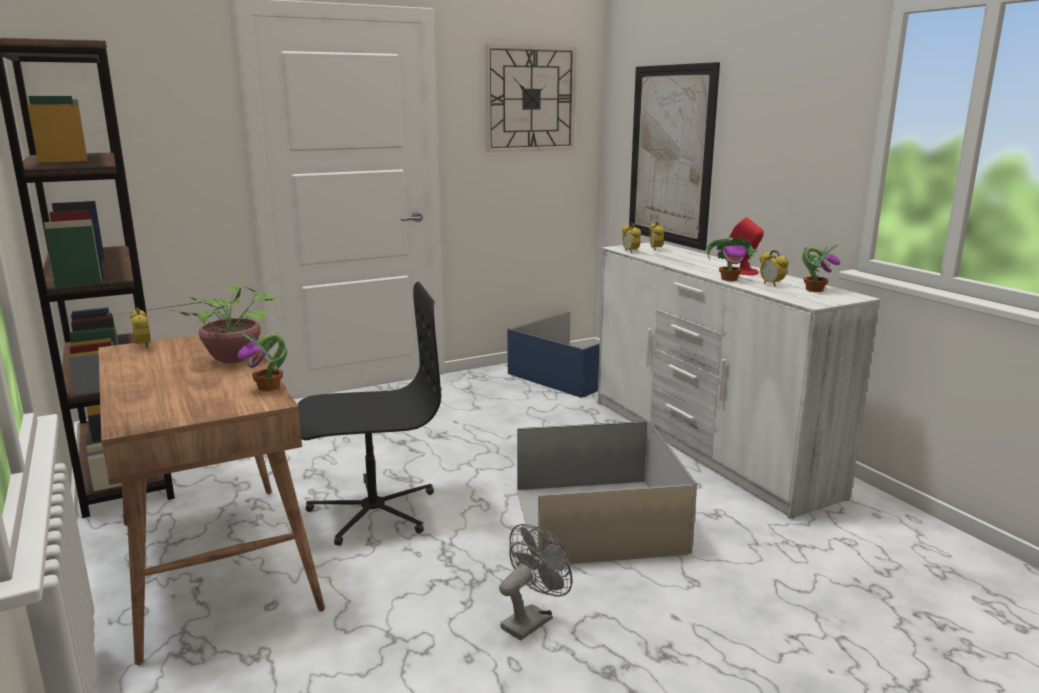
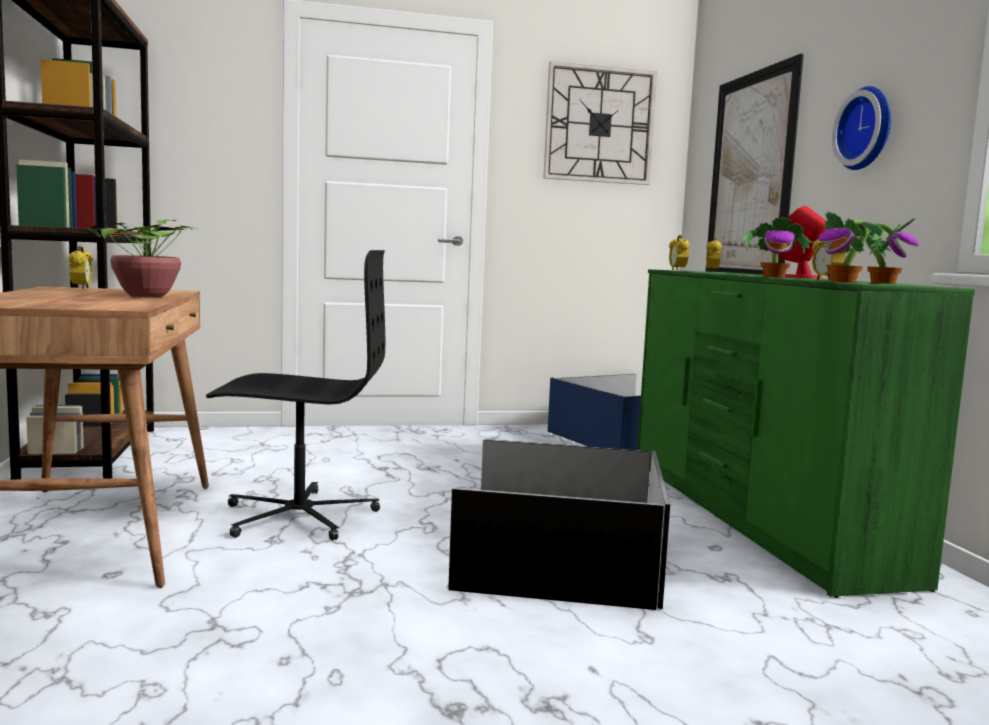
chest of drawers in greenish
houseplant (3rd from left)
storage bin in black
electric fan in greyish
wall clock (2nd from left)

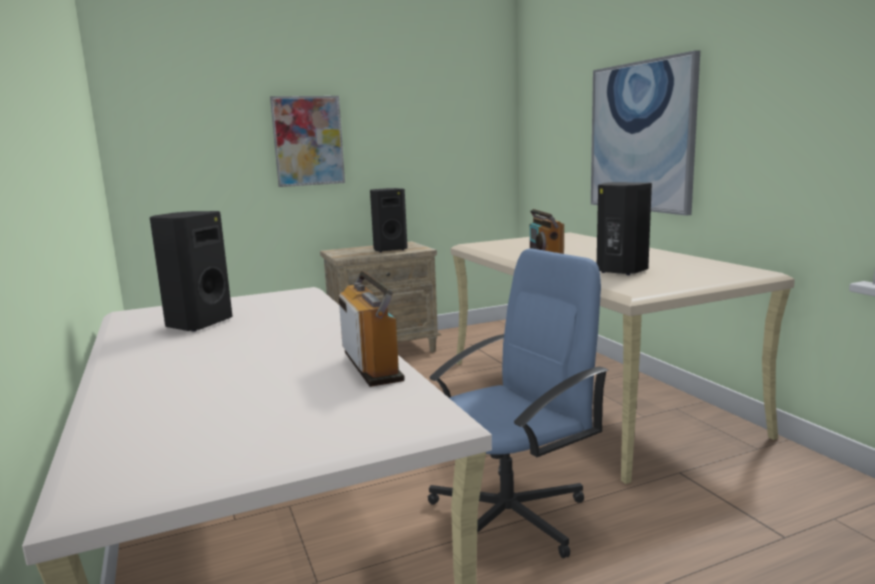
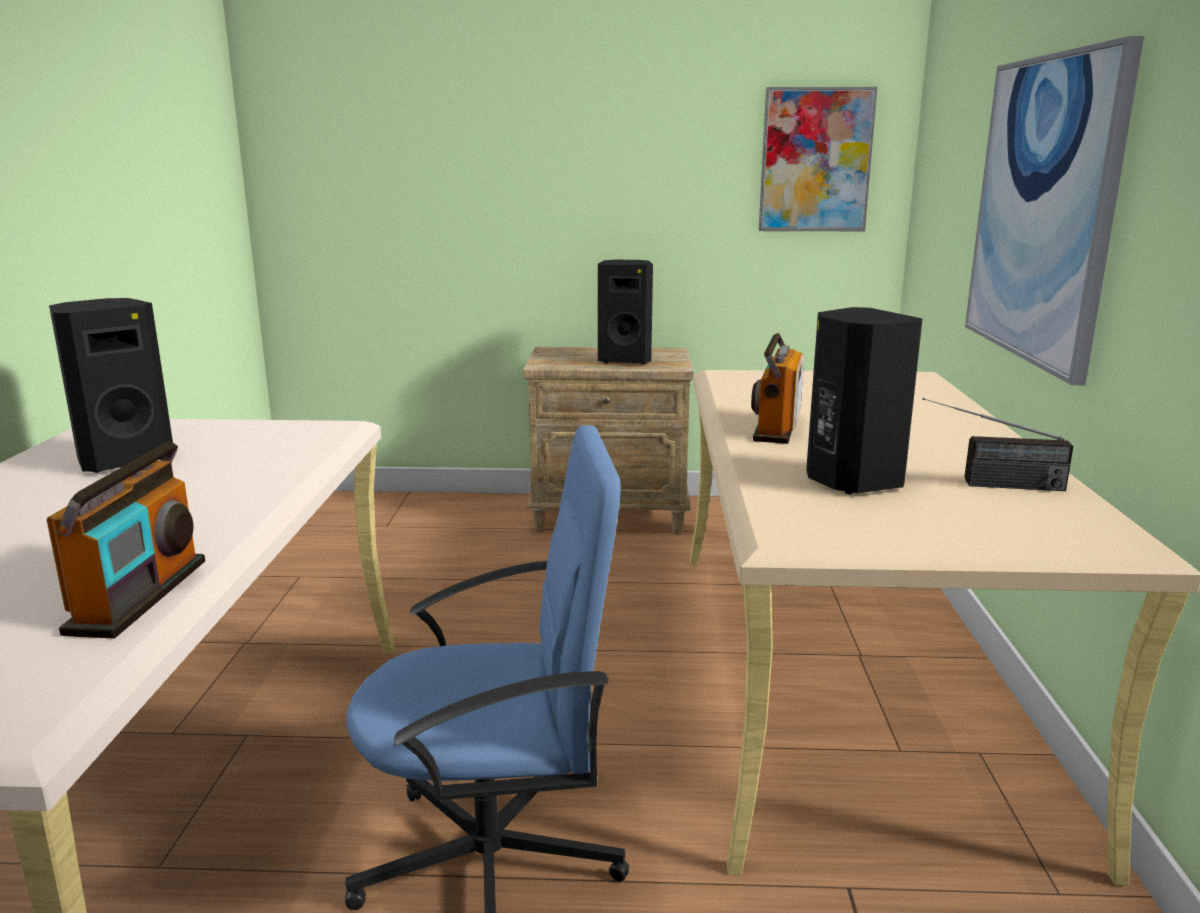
wall picture (1st from left)
radio receiver (3rd from left)

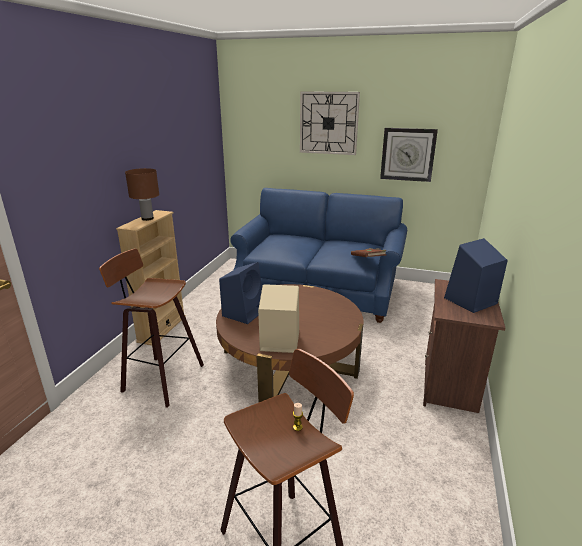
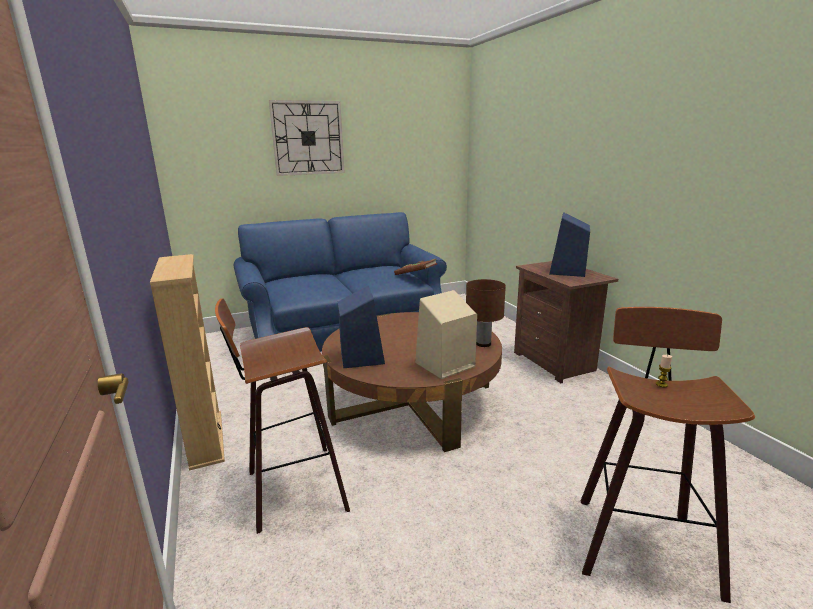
wall clock (2nd from left in the first image)
tabletop lamp in brown

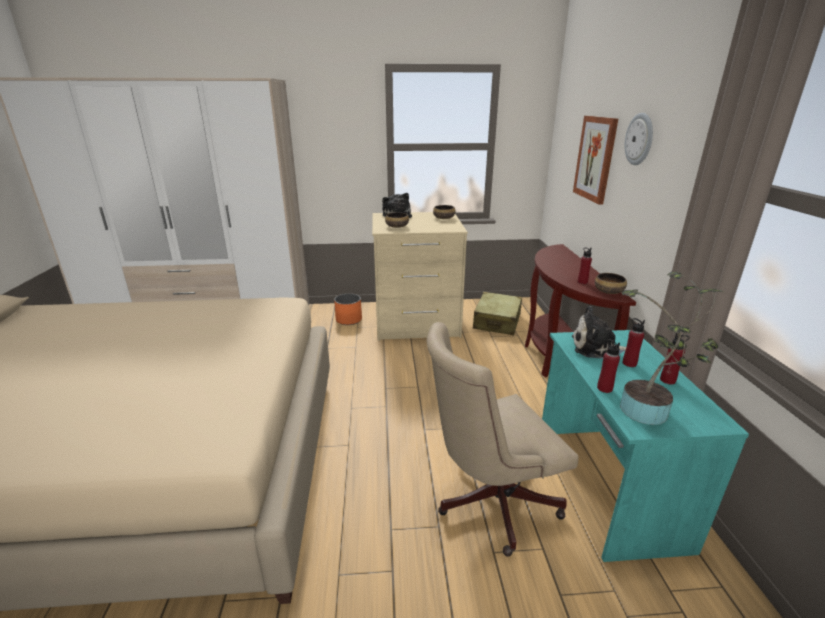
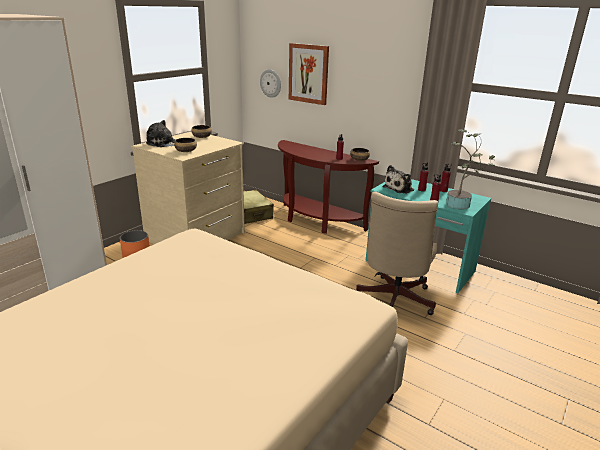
wall clock

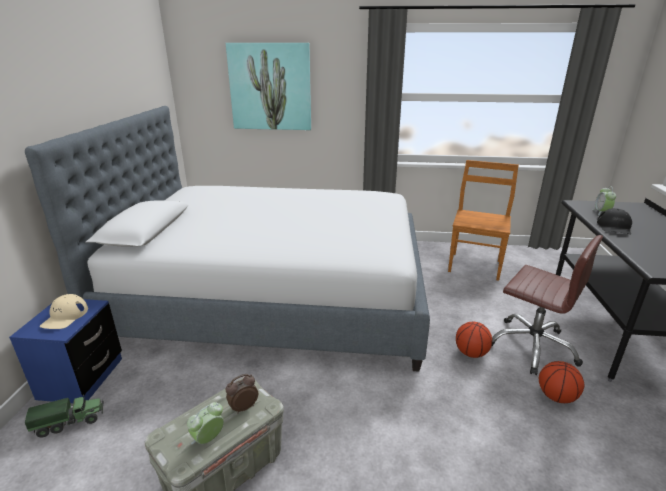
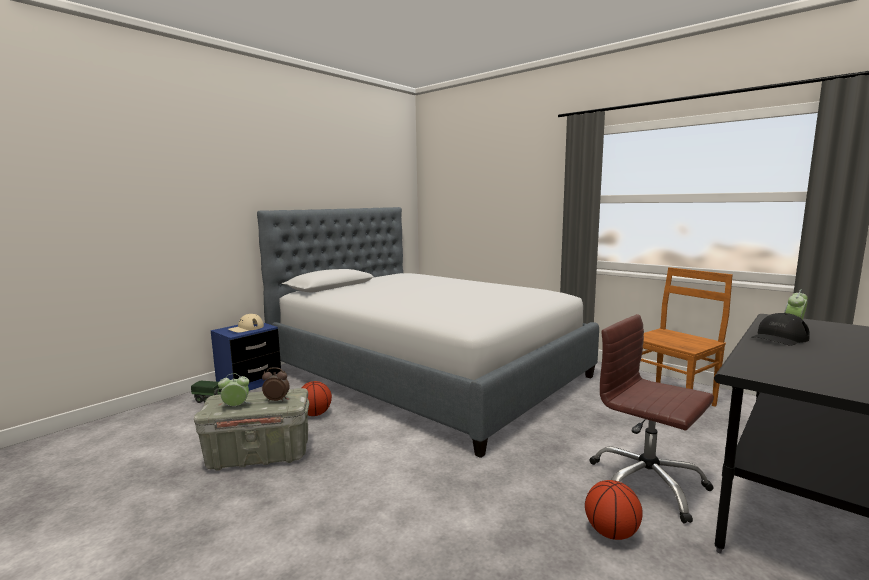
wall picture
office chair in brown
ball for basketball (1st from left)

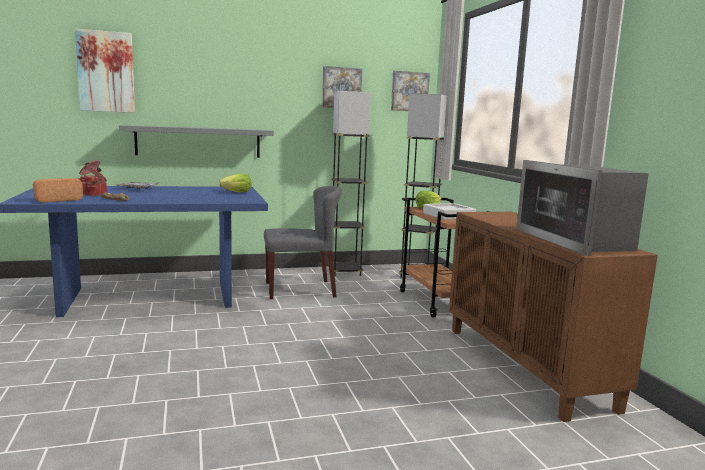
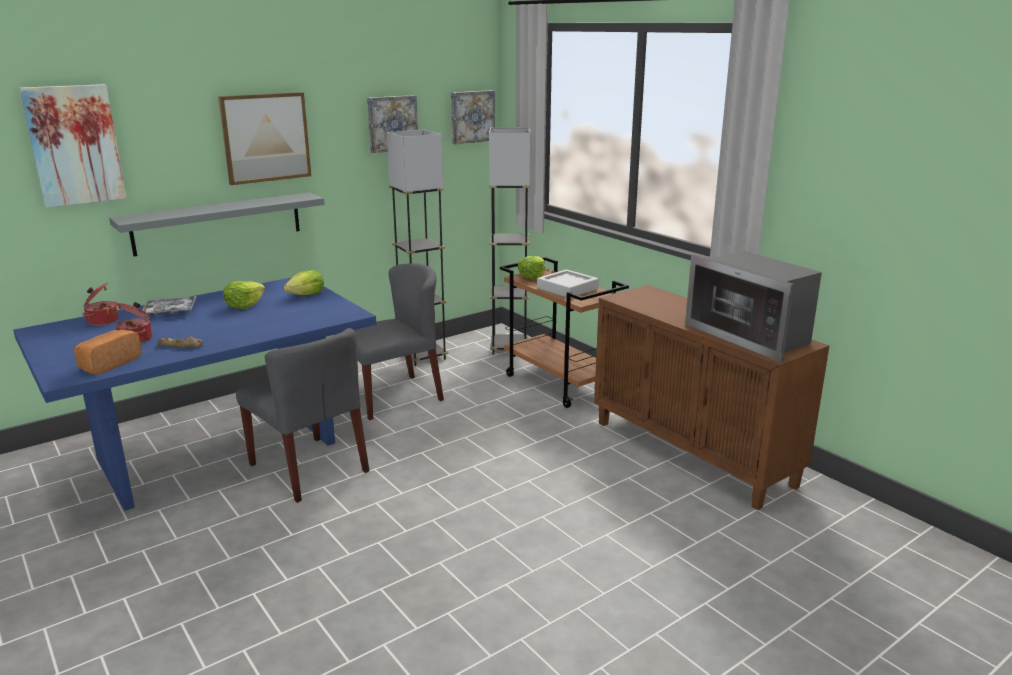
wall picture (2nd from left)
lettuce head (1st from left)
upright chair in greyish (1st from left)

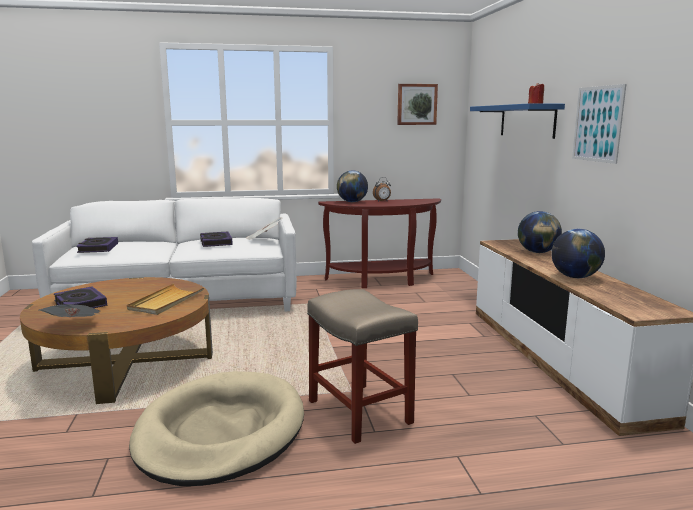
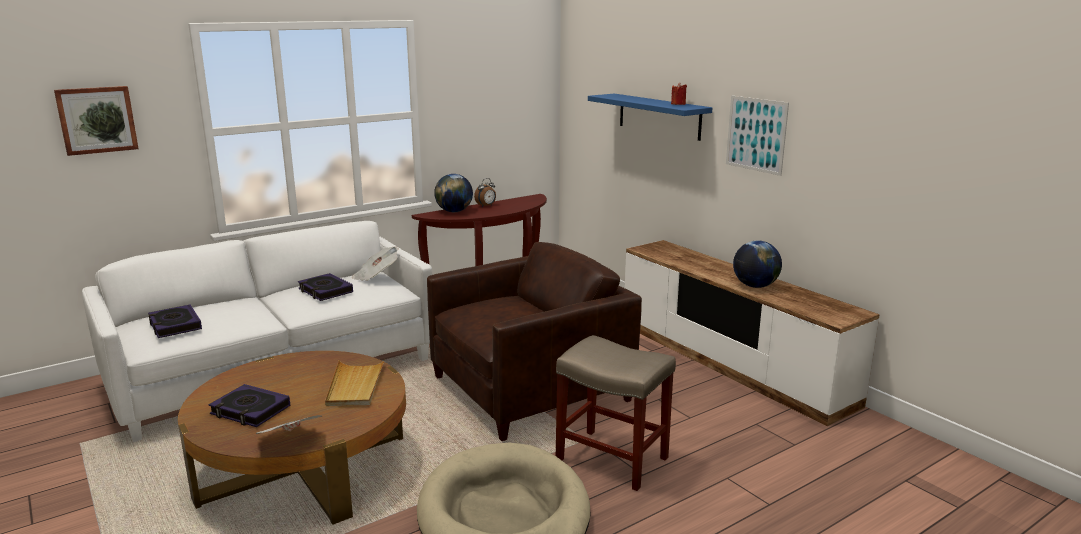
wall picture (1st from left)
desk globe (2nd from left in the first image)
armchair in brown

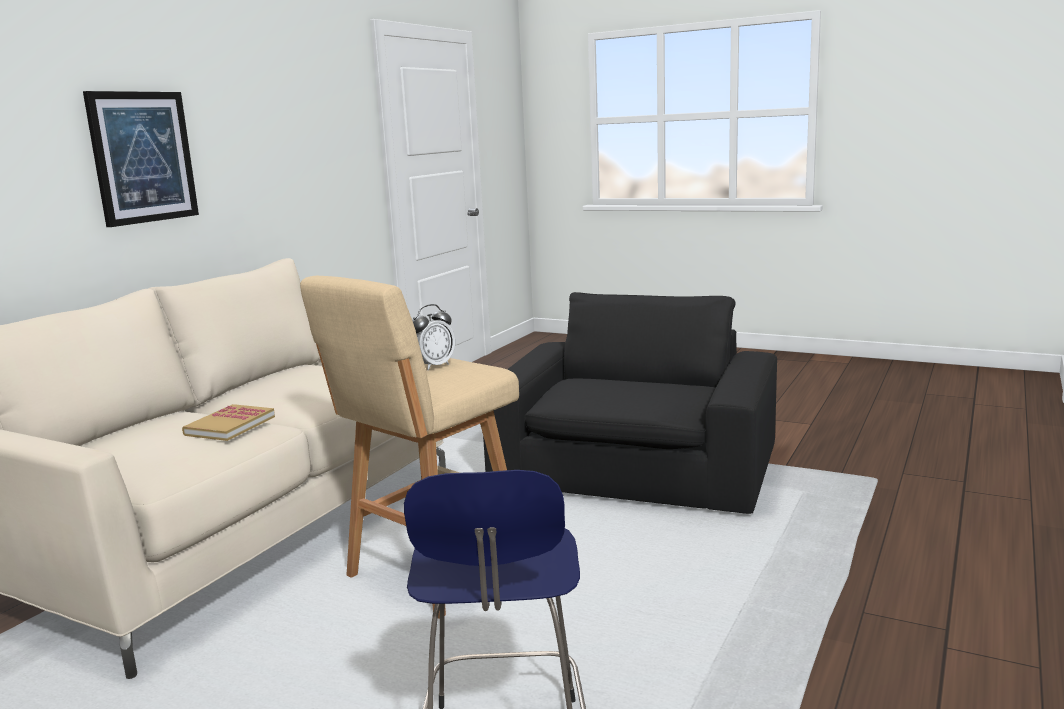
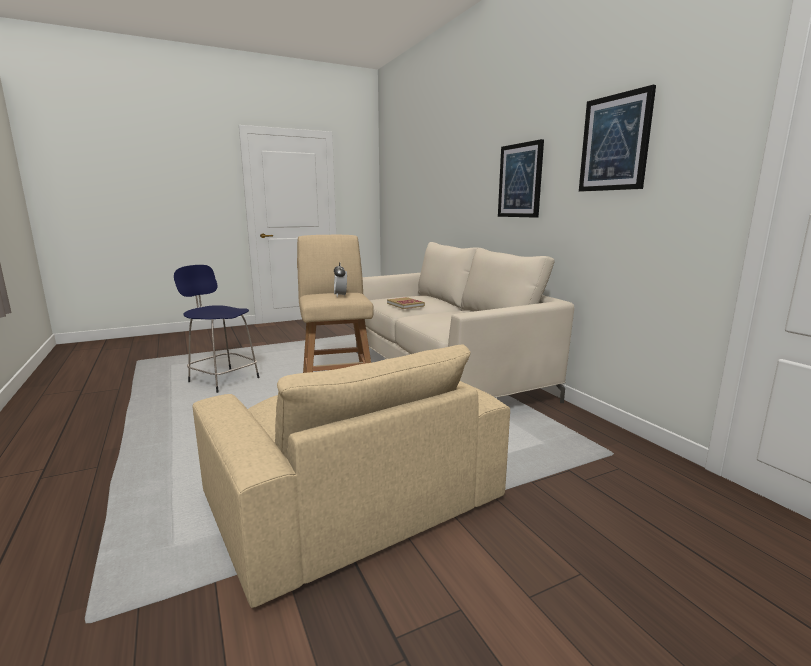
armchair in sand-coloured
wall picture (2nd from left)

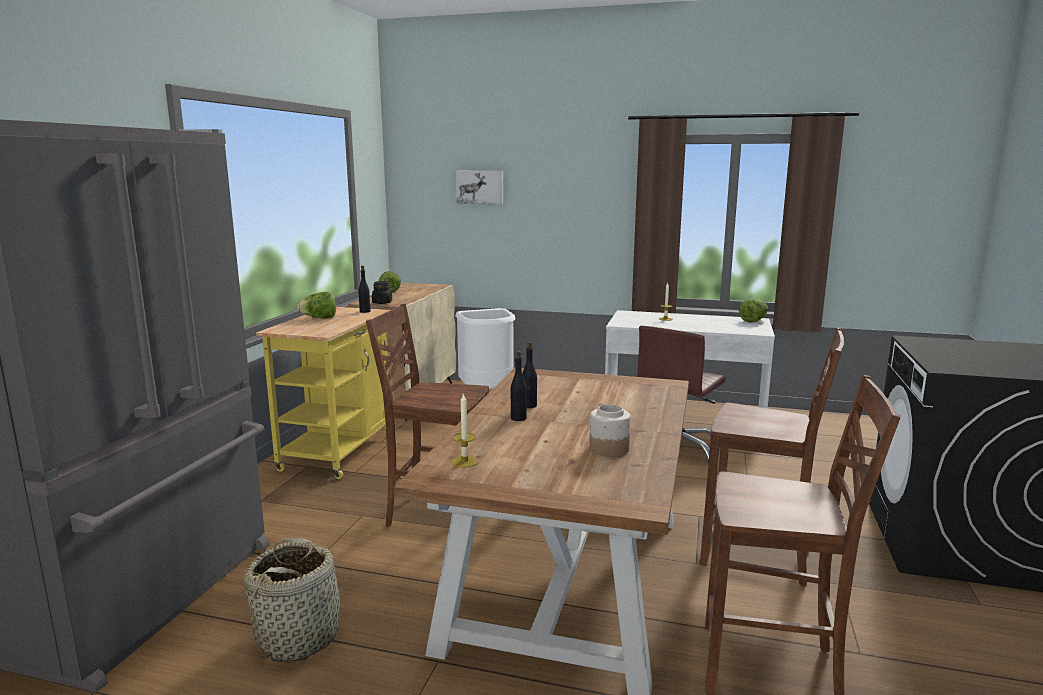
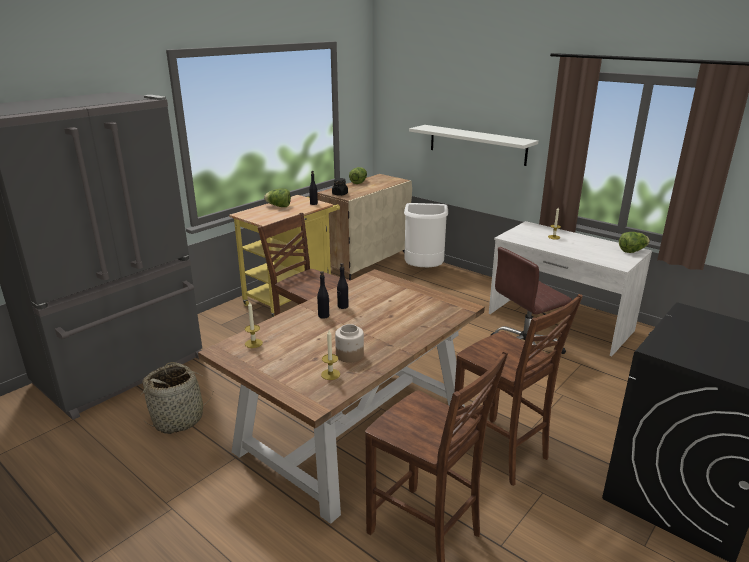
wall picture
shelf in white
wax candle (2nd from left)

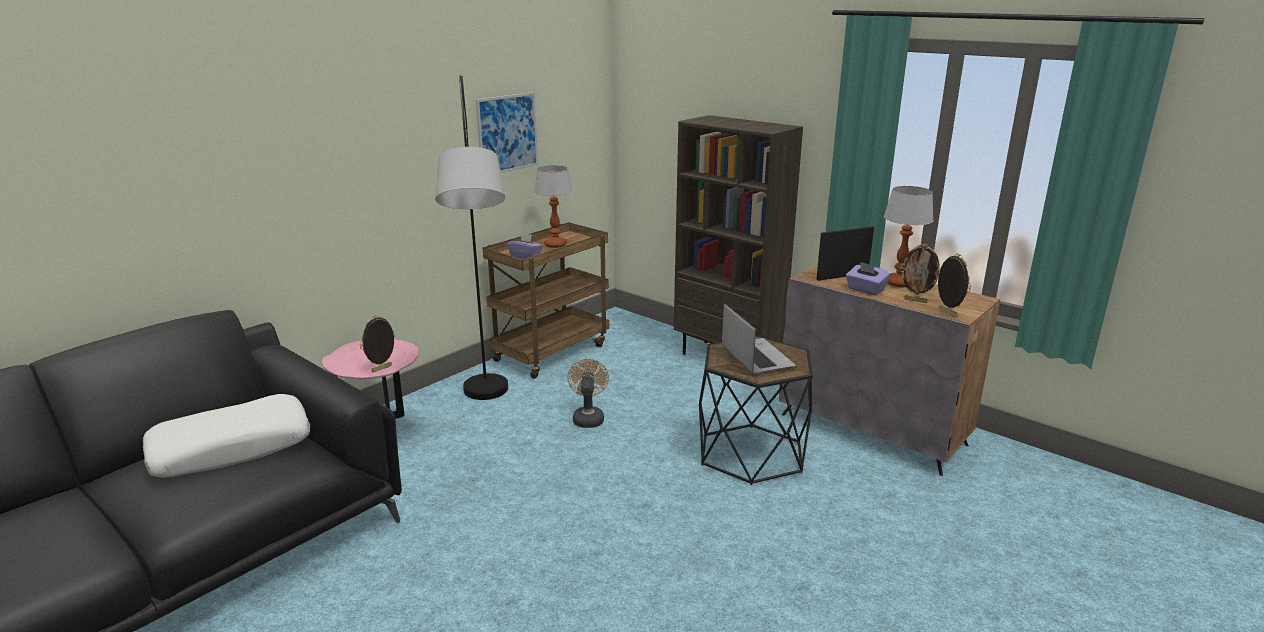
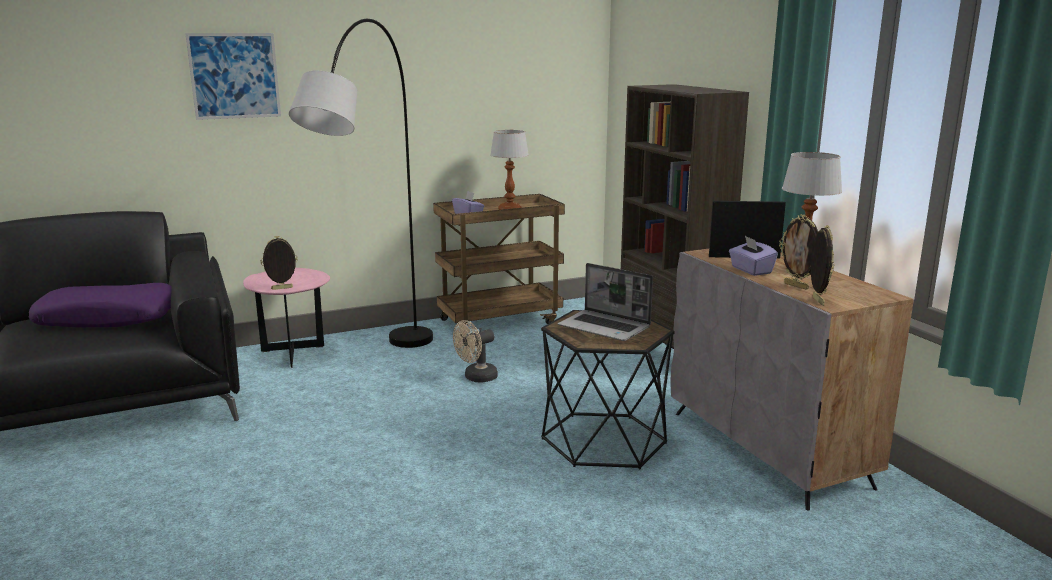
wall picture
notebook computer
electric fan in sand-coloured
cushion in purplish

